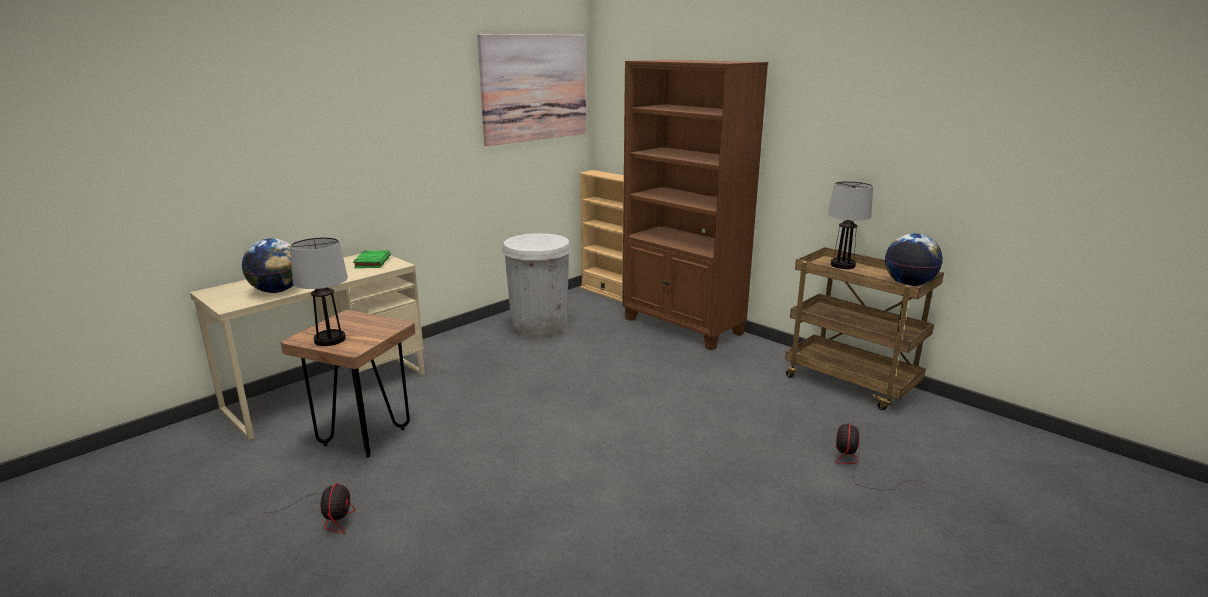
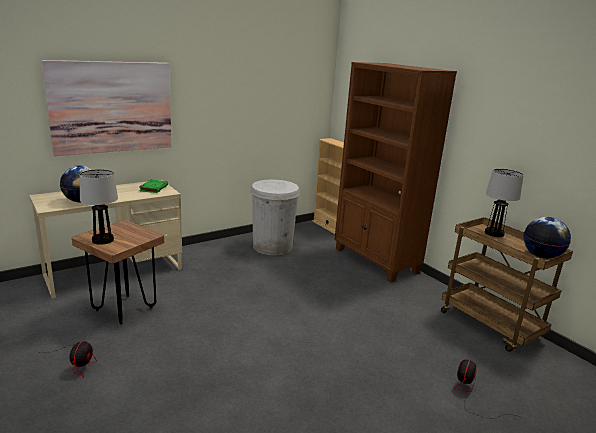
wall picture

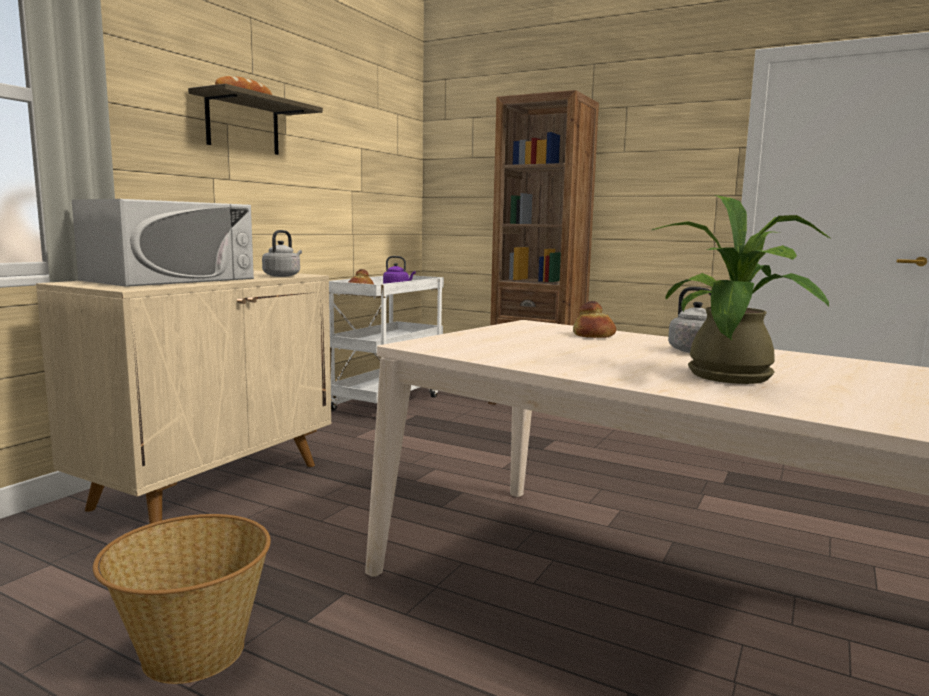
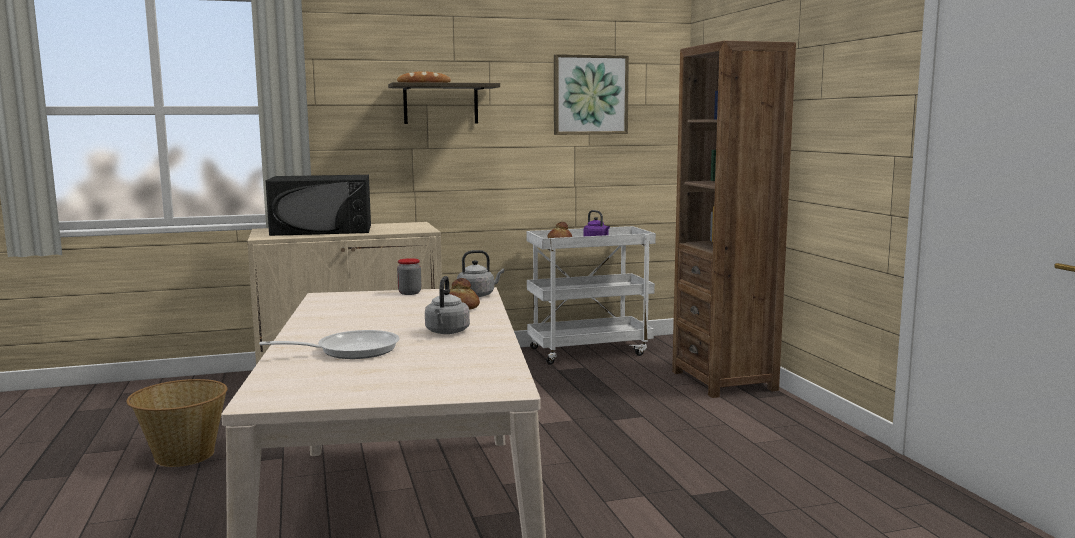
skillet
microwave in black
tea kettle in greyish (2nd from left)
wall picture
storage jar

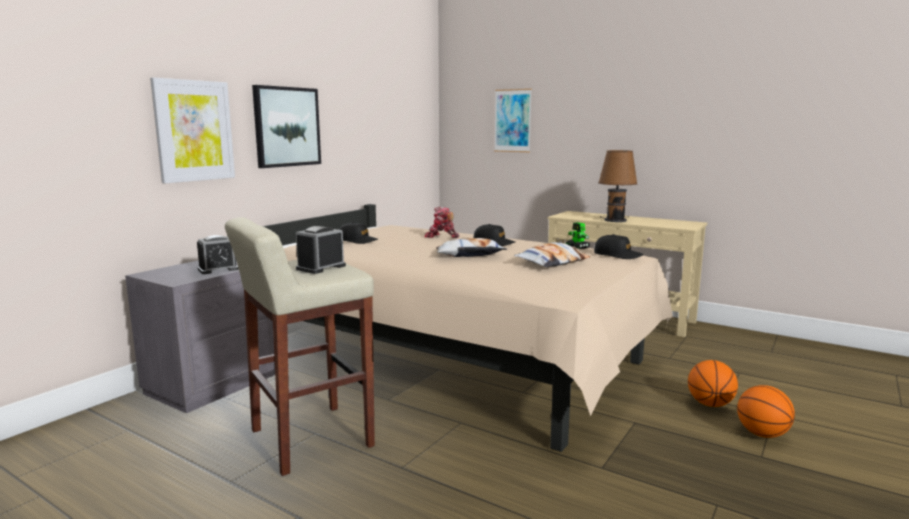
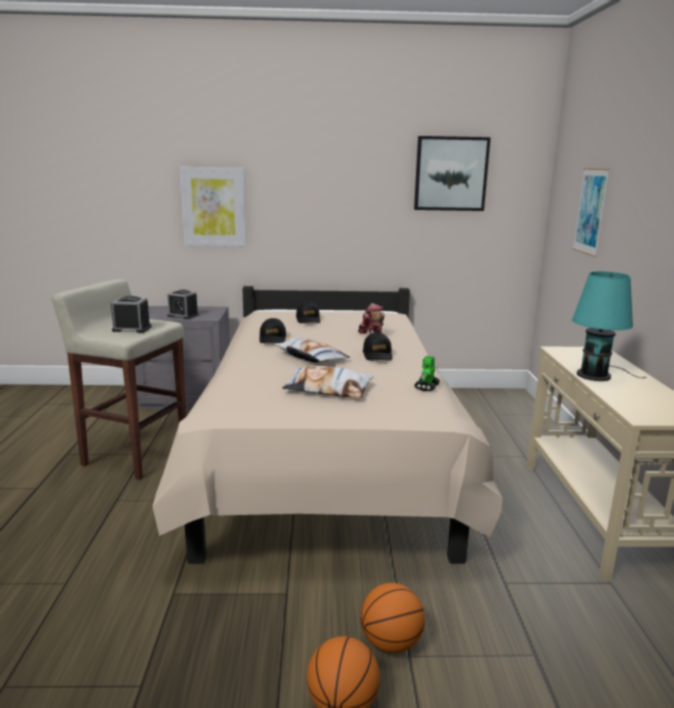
wall picture (2nd from left)
tabletop lamp in turquoise
peaked cap in black (1st from left)

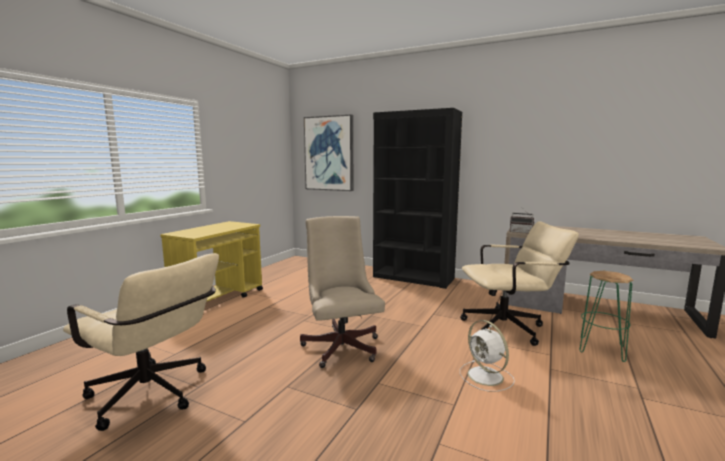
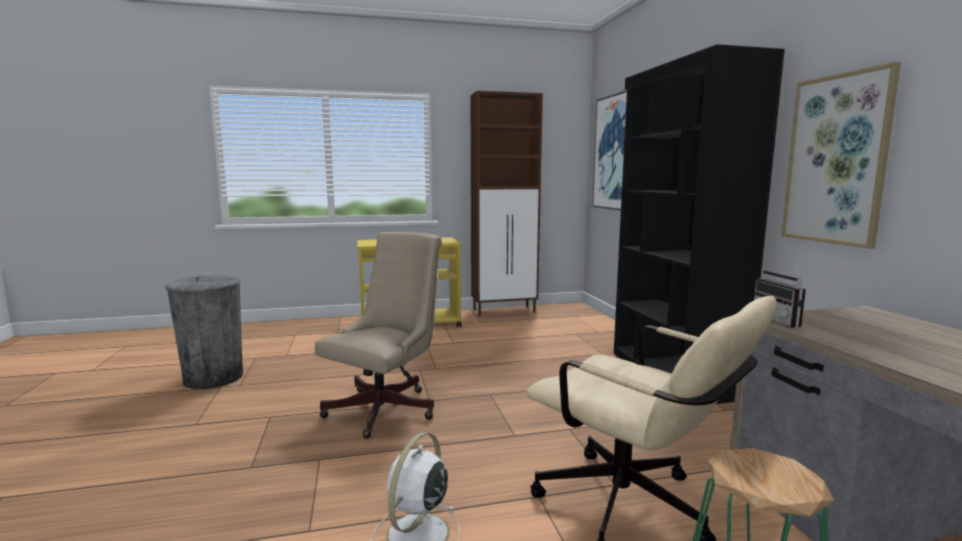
waste bin in greyish
wall picture (2nd from left)
cupboard in brown

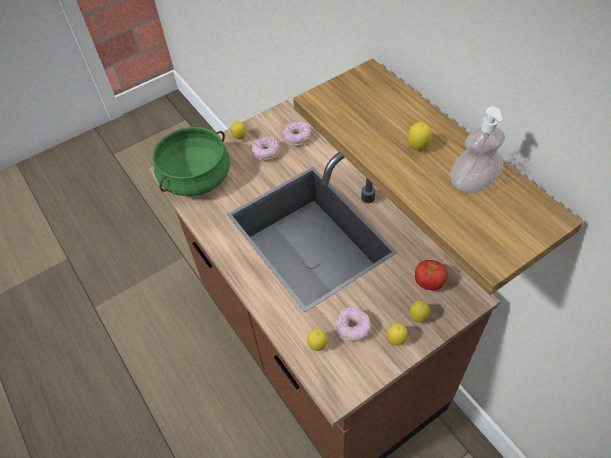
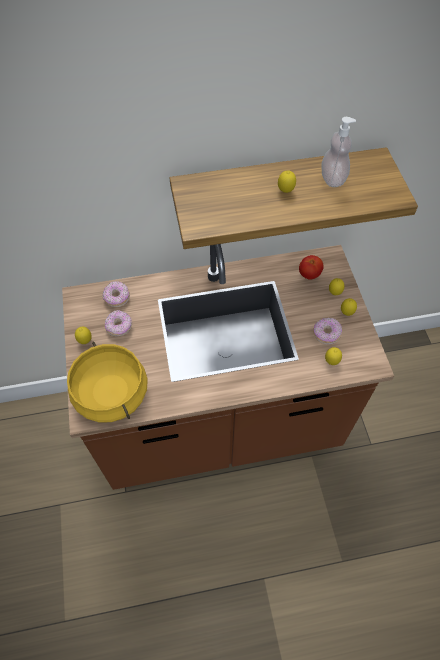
saucepot in yellow-coloured

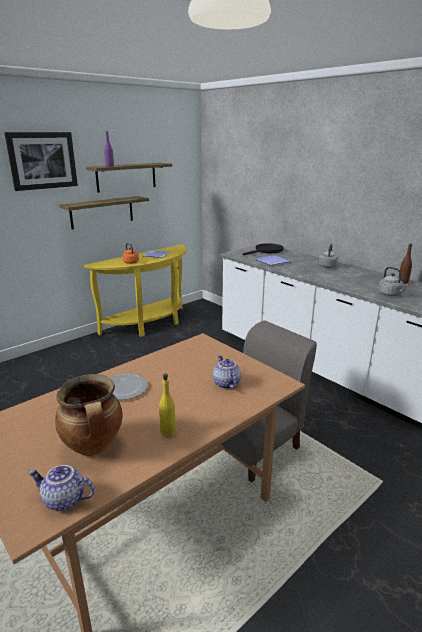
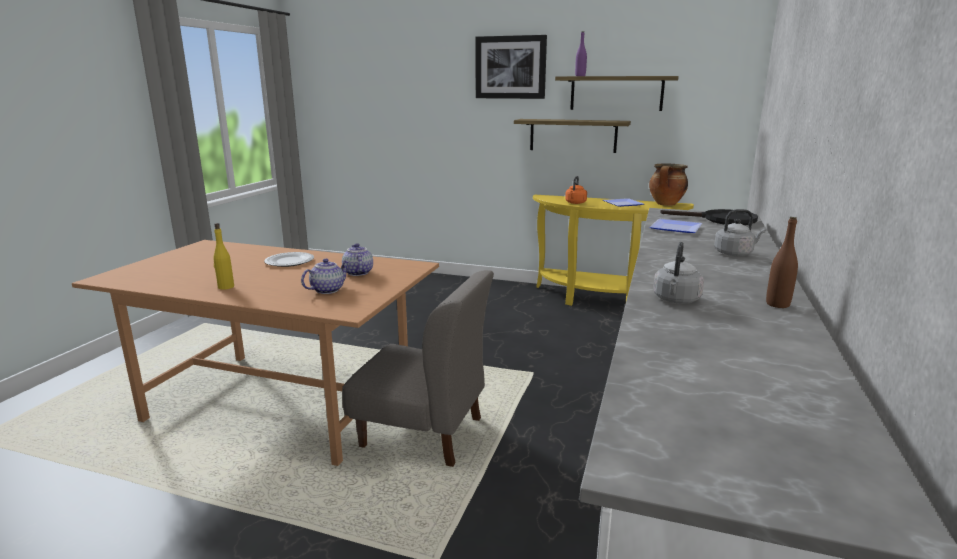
saucepot
teapot (2nd from left)

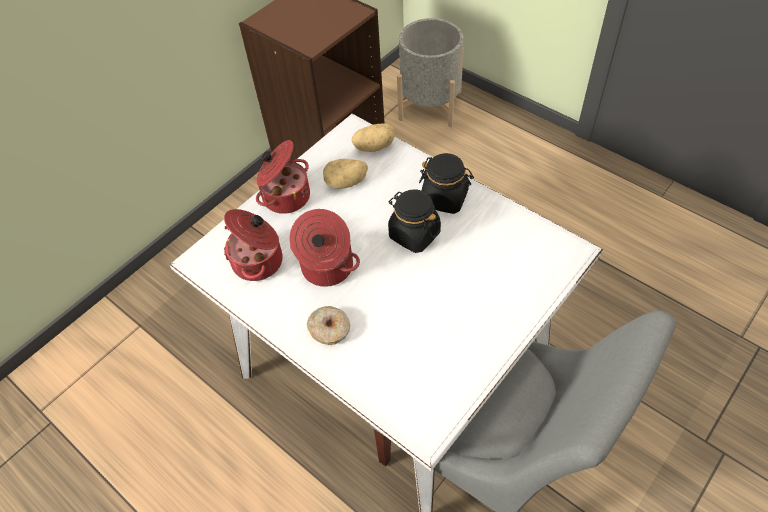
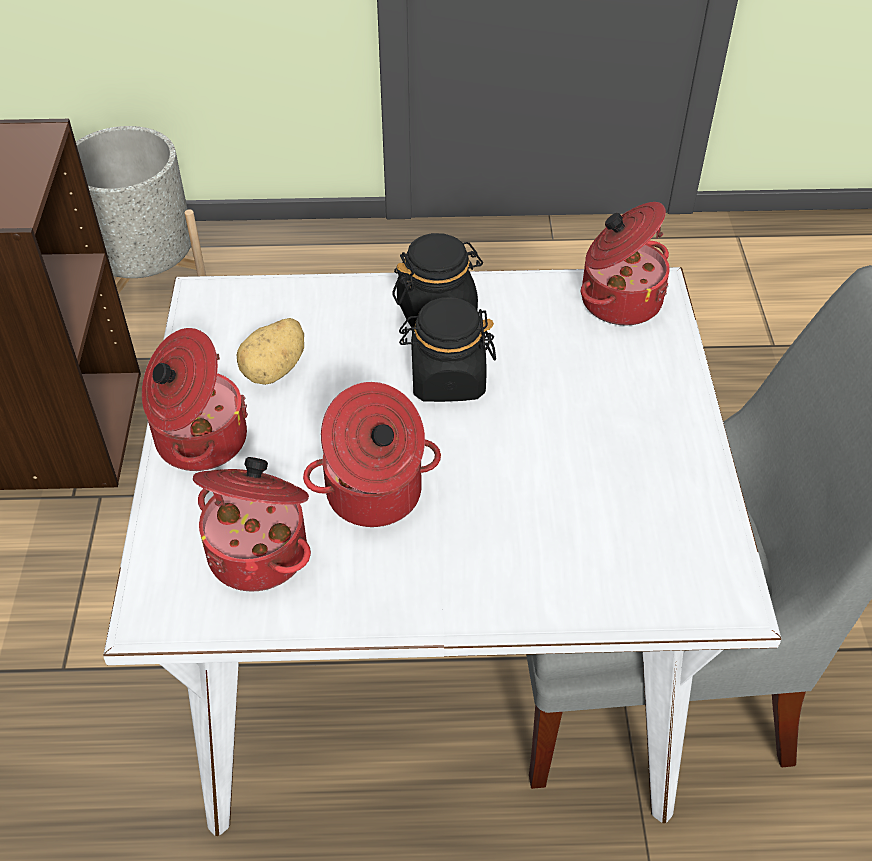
whole potato (2nd from left in the first image)
doughnut
saucepot (4th from left)

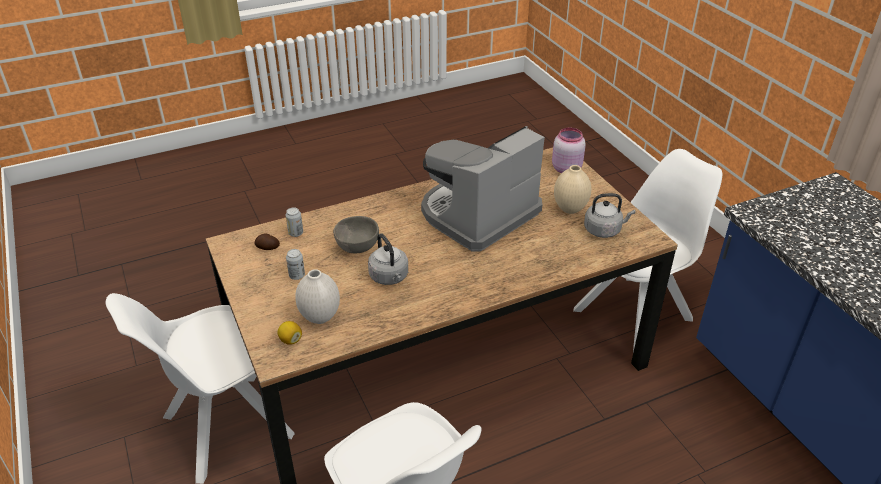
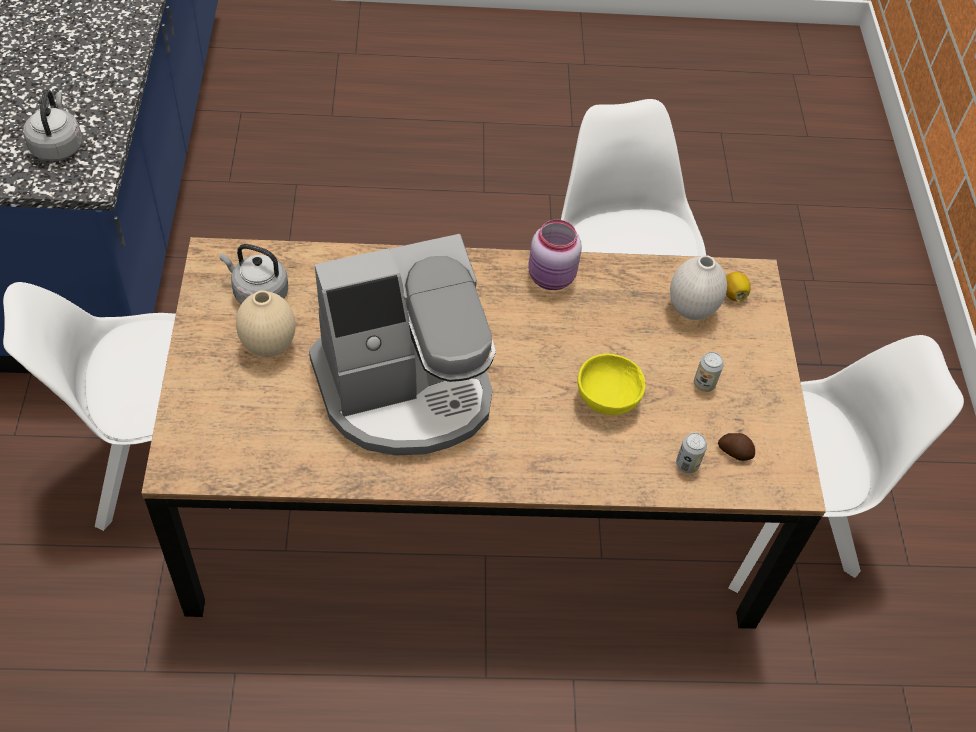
storage jar in pink
bowl in yellow-coloured
tea kettle in greyish (1st from left)

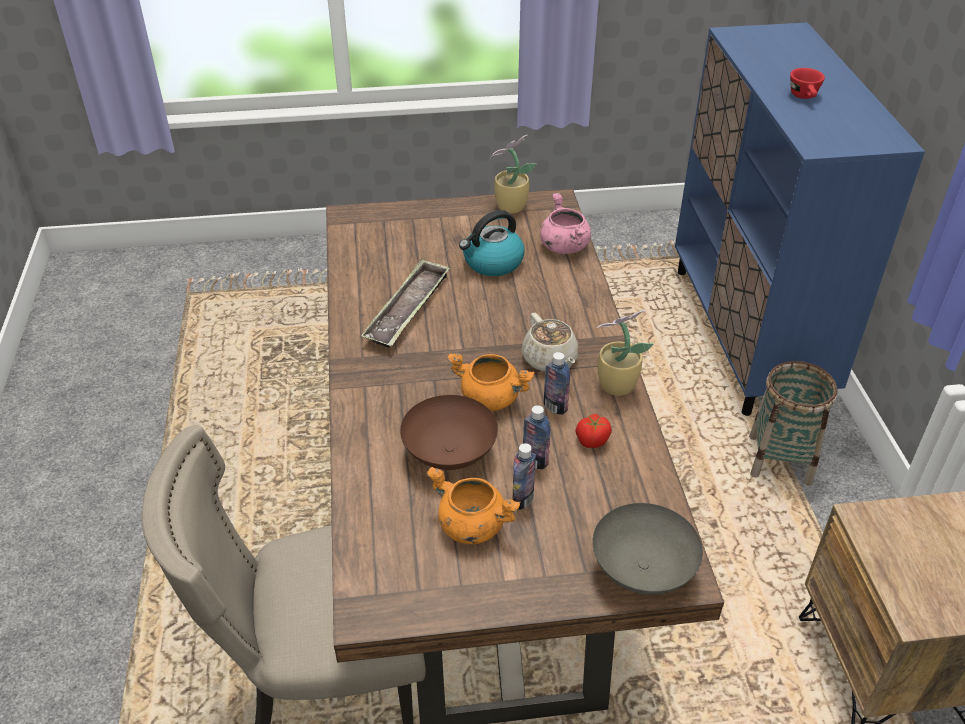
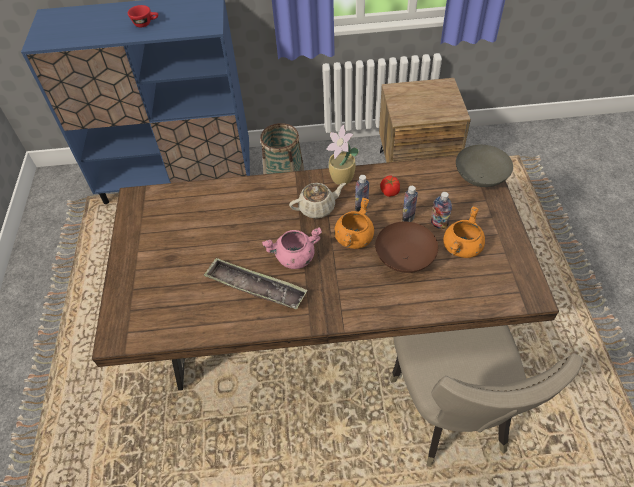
houseplant (1st from left in the first image)
saucepot in pink
tea kettle

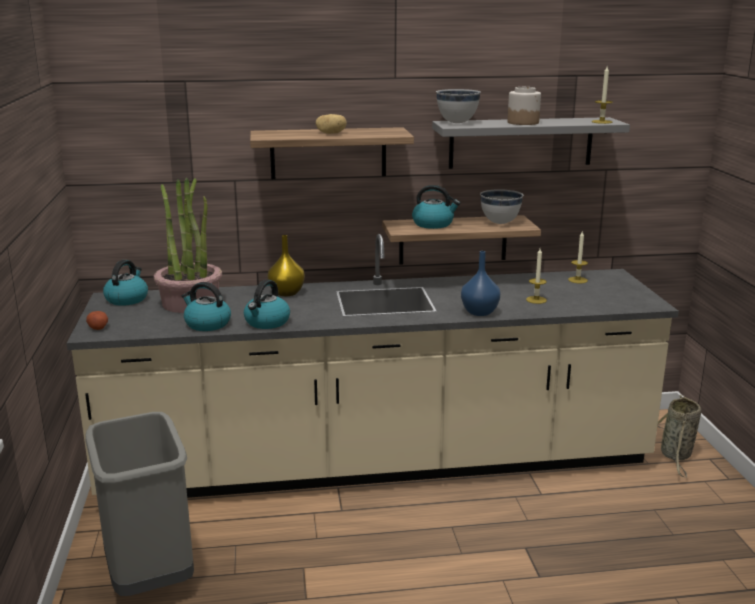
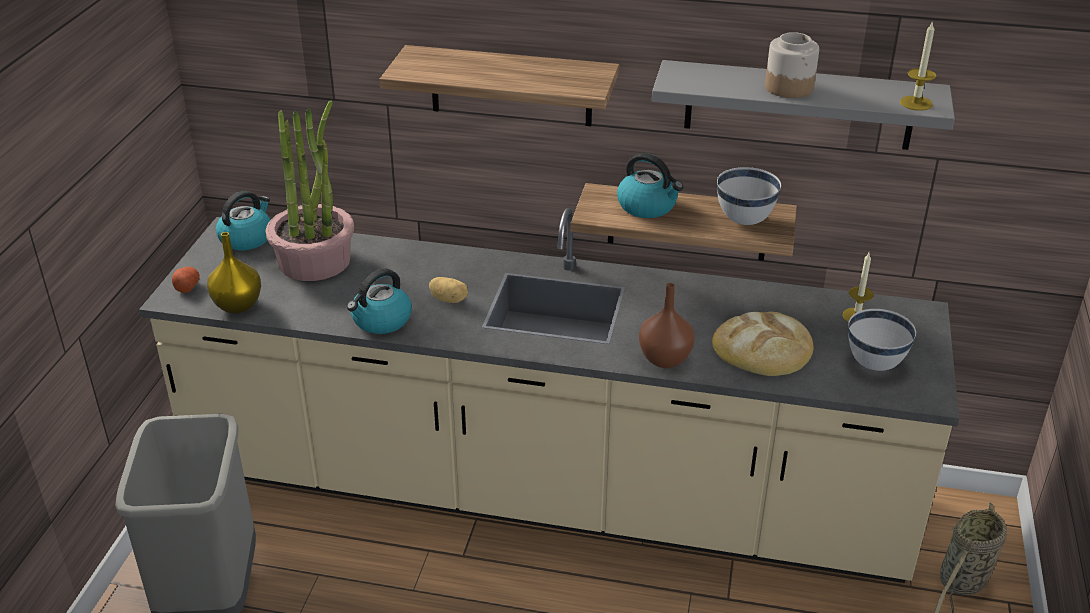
bowl in white (2nd from left)
whole potato (2nd from left)
flower vase in yellow-coloured
bread
flower vase in brown
tea kettle (2nd from left in the first image)

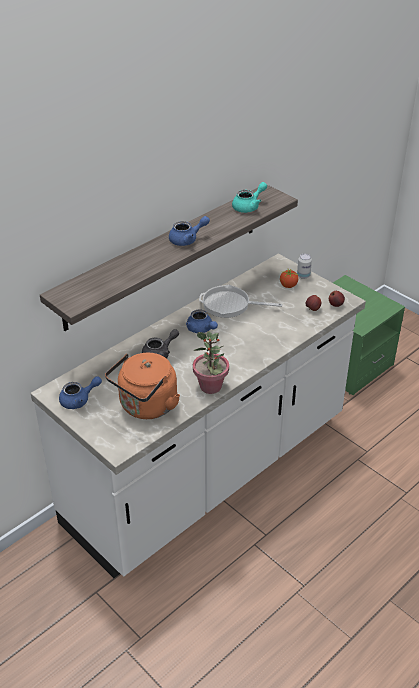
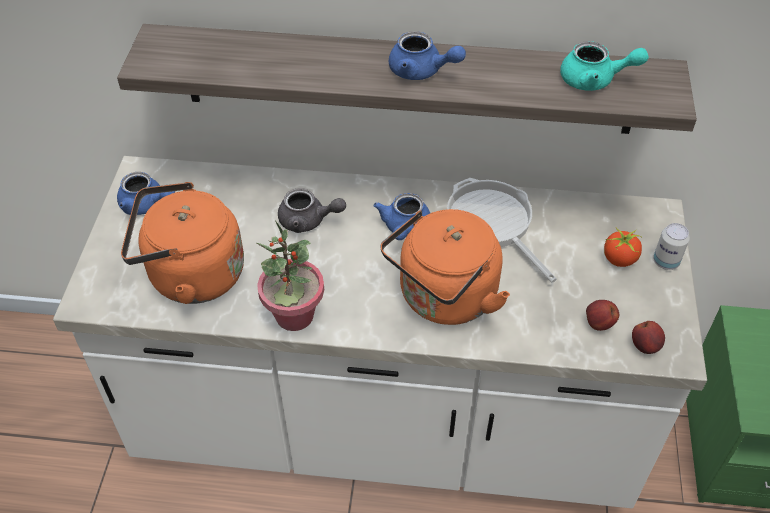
tea kettle in orange (2nd from left)

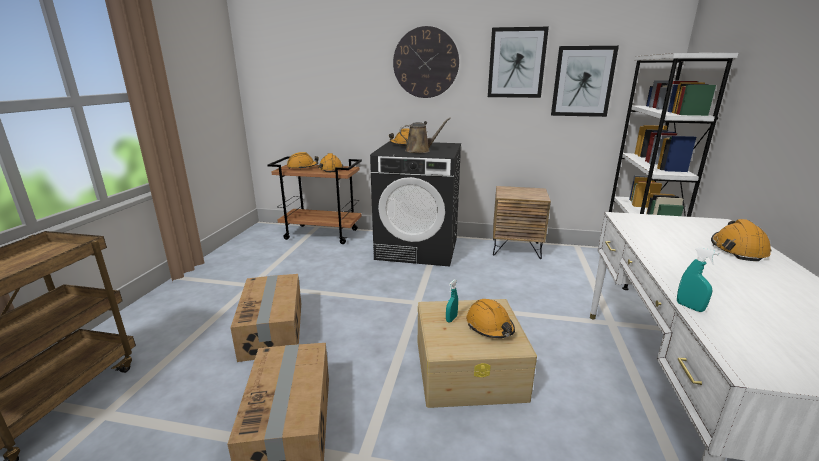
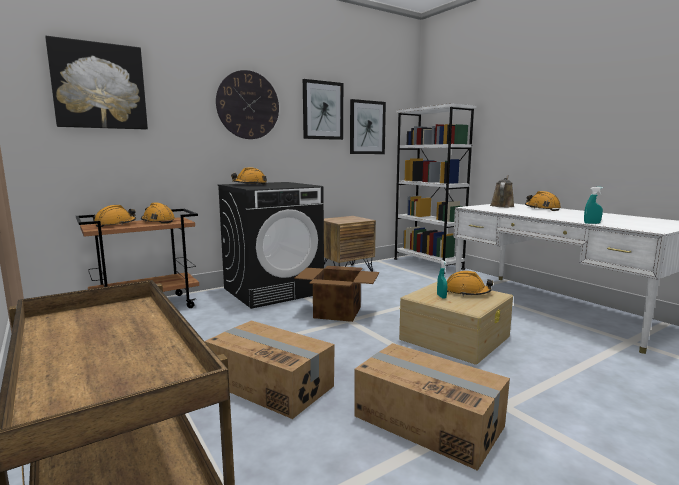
watering can in brown
wall picture (1st from left)
cardboard box (2nd from left)

